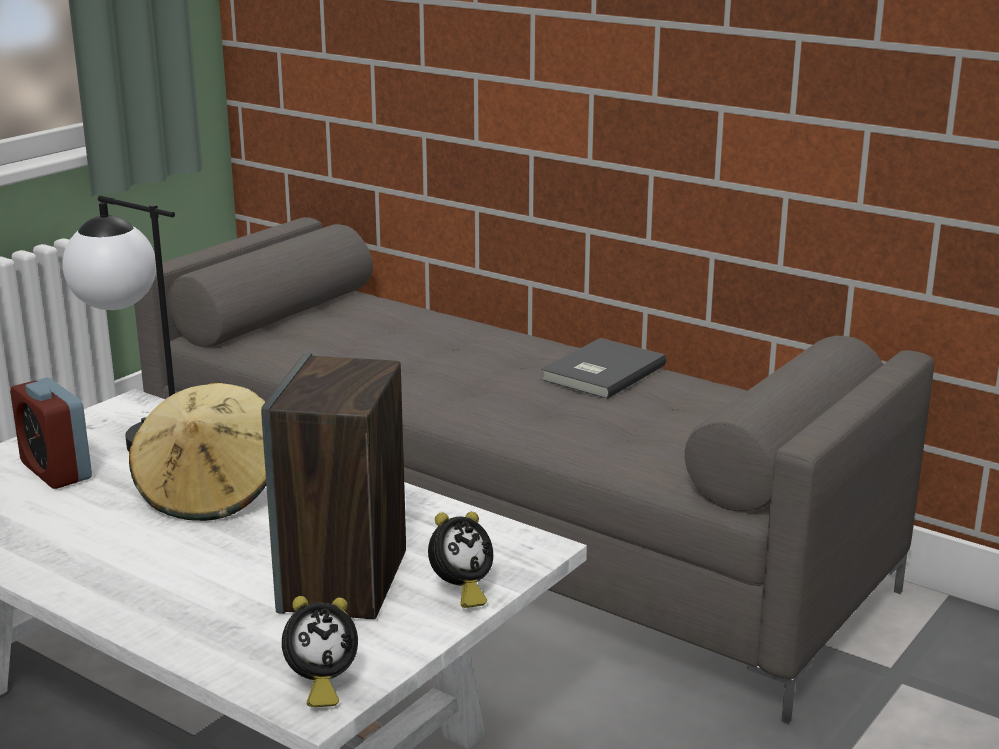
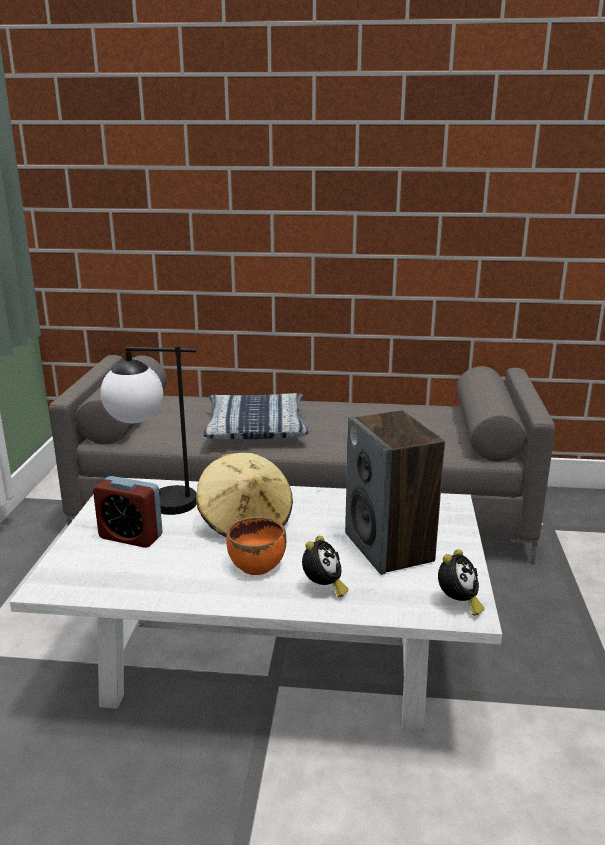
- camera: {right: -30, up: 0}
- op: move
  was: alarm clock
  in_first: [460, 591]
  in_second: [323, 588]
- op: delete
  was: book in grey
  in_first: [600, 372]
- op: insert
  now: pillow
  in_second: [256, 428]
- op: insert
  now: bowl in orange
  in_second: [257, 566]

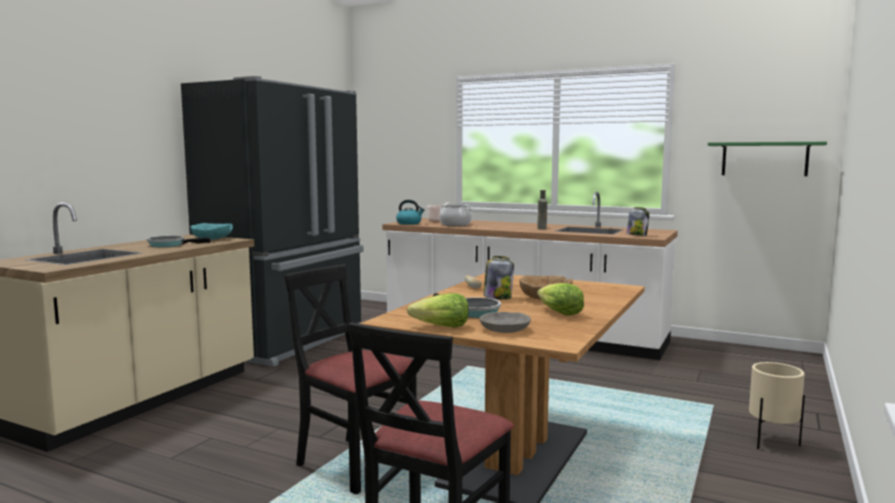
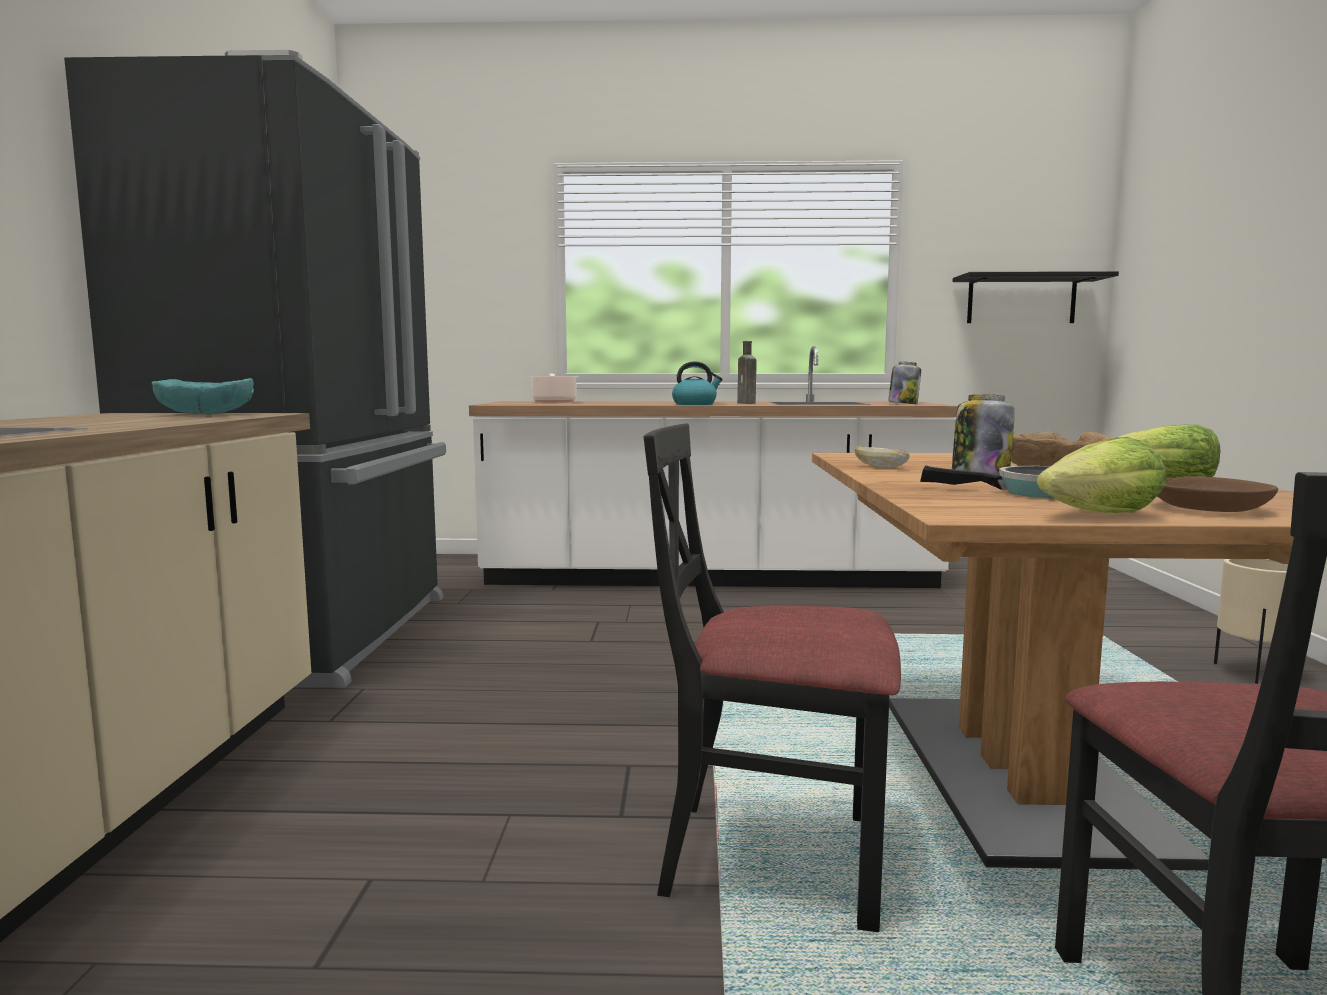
- camera: {right: -25, up: 0}
- op: delete
  was: frying pan
  in_first: [170, 245]
- op: move
  was: kettle
  in_first: [409, 223]
  in_second: [695, 404]
- op: delete
  was: cooking pot
  in_first: [455, 224]
- op: recolor
  was: bowl in grey
  now: bowl in brown
  in_first: [505, 329]
  in_second: [1207, 508]
- op: recolor
  was: shelf in green
  now: shelf in black
  in_first: [764, 159]
  in_second: [1021, 300]

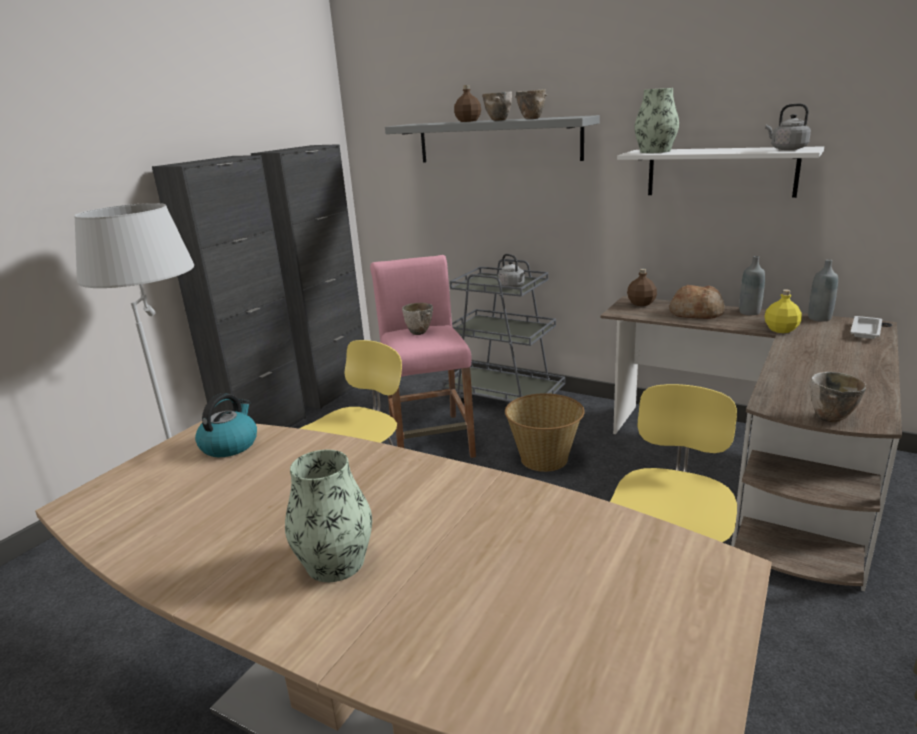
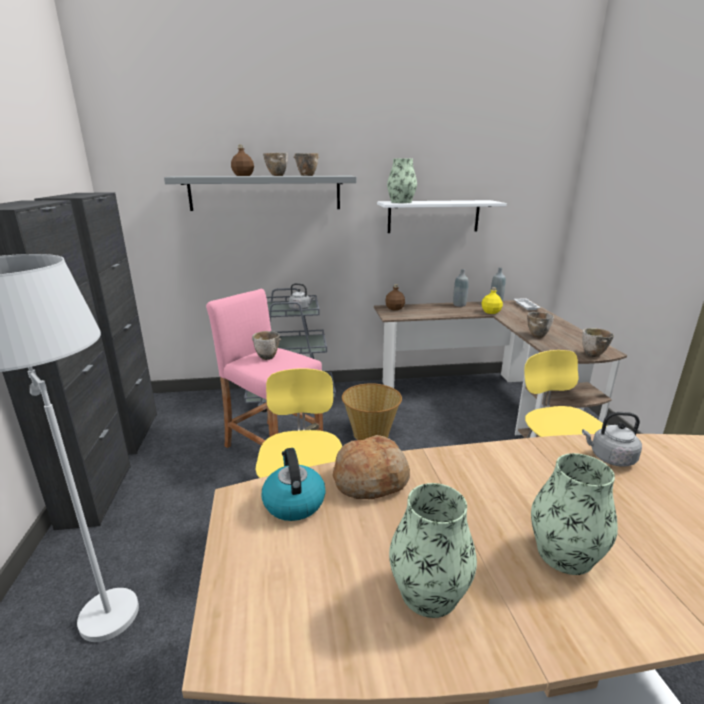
- camera: {right: -40, up: 0}
- op: move
  was: bread
  in_first: [696, 313]
  in_second: [371, 479]
- op: move
  was: kettle in grey
  in_first: [786, 149]
  in_second: [610, 458]
- op: insert
  now: vase
  in_second: [428, 591]
- op: insert
  now: bowl
  in_second: [537, 335]

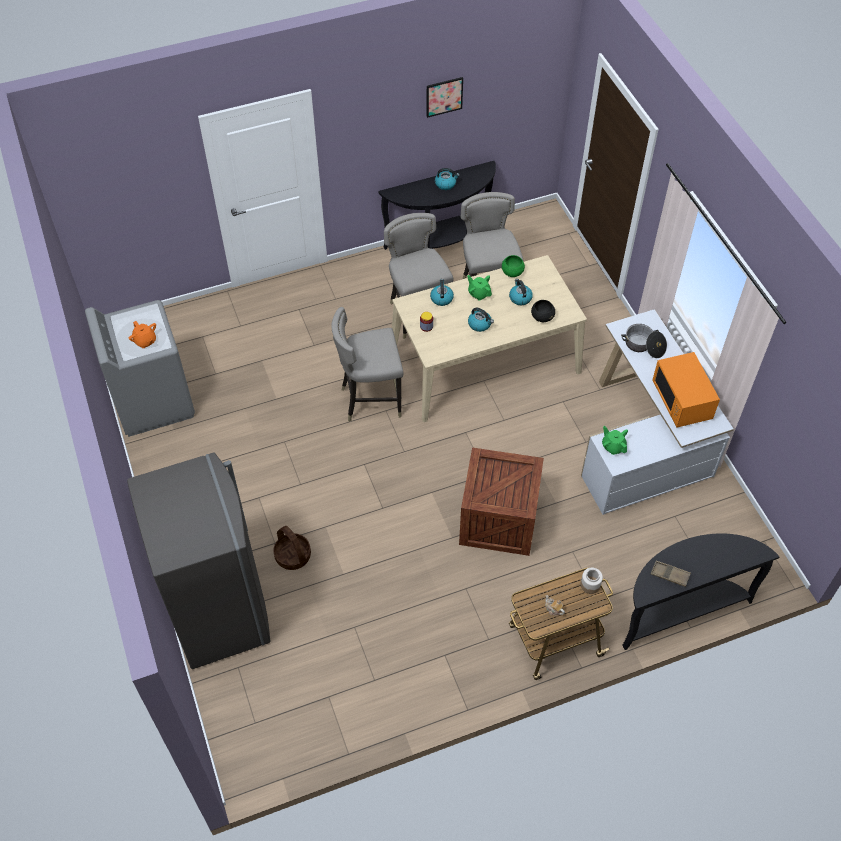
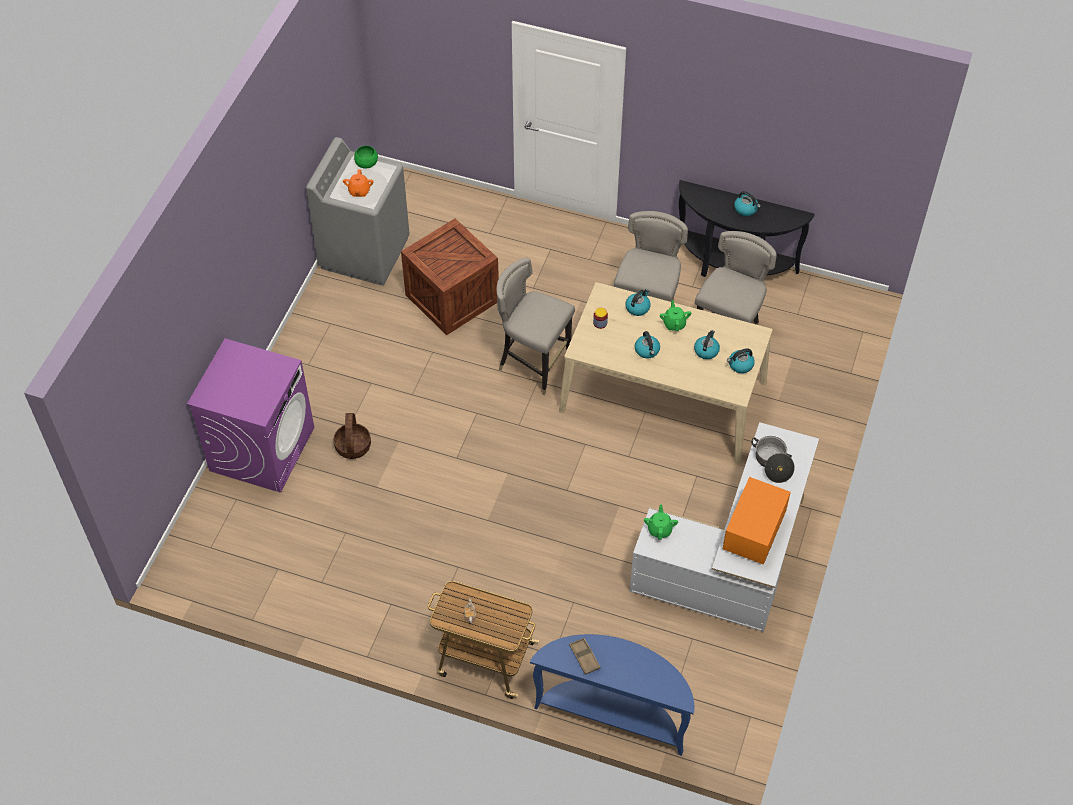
- camera: {right: 40, up: 0}
- op: replace
  was: fridge in grey
  now: washing machine in purple
  in_first: [219, 611]
  in_second: [262, 448]
- op: delete
  was: picture
  in_first: [444, 96]
- op: move
  was: crate
  in_first: [499, 521]
  in_second: [452, 299]
- op: move
  was: bowl in green
  in_first: [512, 272]
  in_second: [366, 164]
- op: delete
  was: bowl in black
  in_first: [542, 317]
- op: delete
  was: jar
  in_first: [590, 584]
- op: recolor
  was: console table in black
  now: console table in blue
  in_first: [679, 609]
  in_second: [613, 713]
- op: insert
  now: kettle
  in_second: [740, 365]

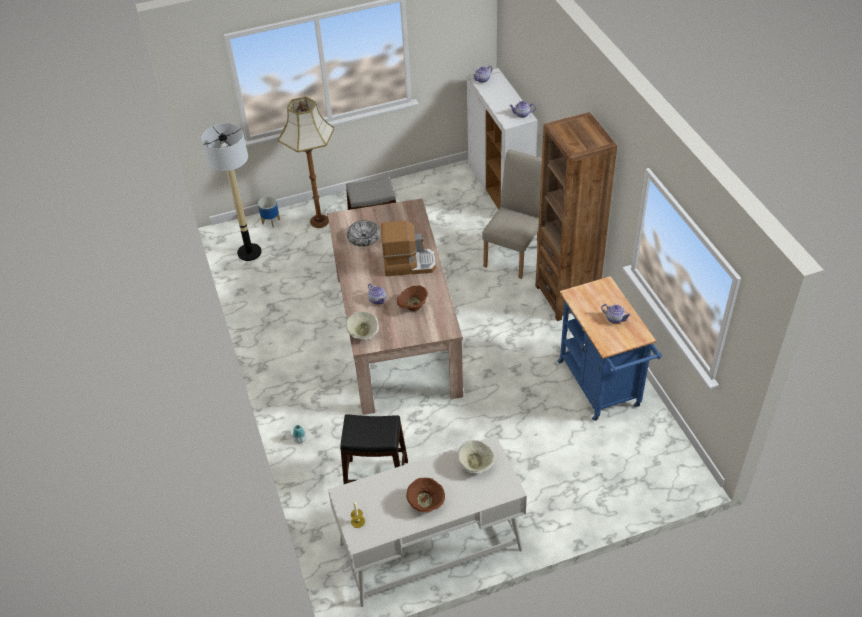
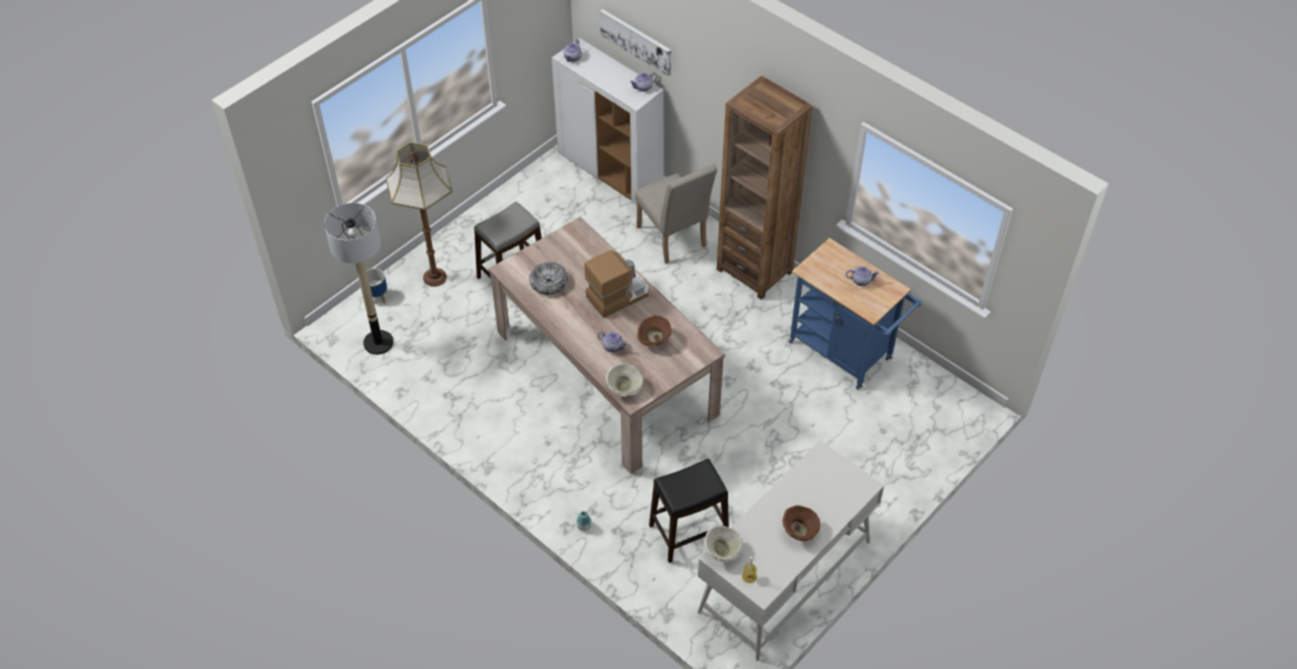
- camera: {right: -30, up: 5}
- op: move
  was: bowl in beige
  in_first: [476, 465]
  in_second: [722, 551]
- op: rotate
  was: chair in beige
  in_first: [515, 253]
  in_second: [673, 240]
  clockwise: 150
- op: insert
  now: picture
  in_second: [636, 41]

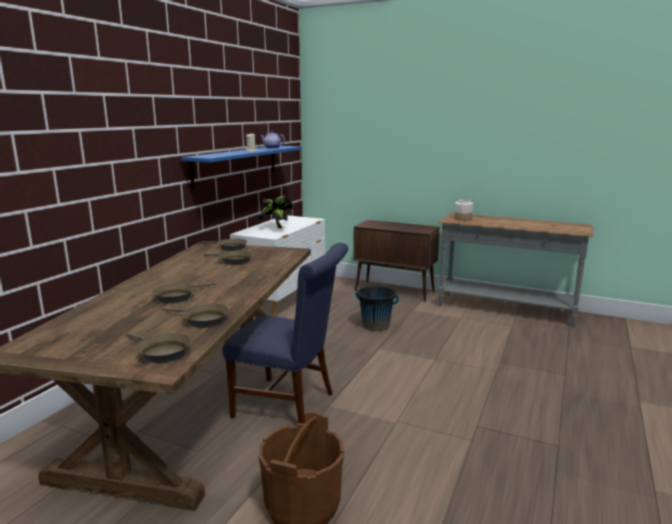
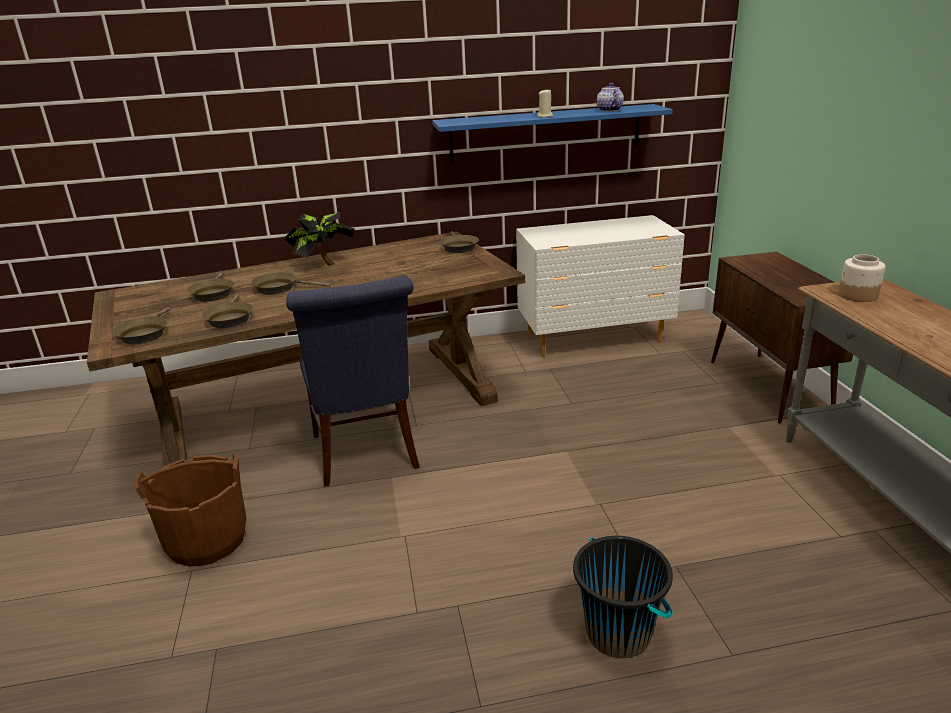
- camera: {right: 55, up: 10}
- op: move
  was: frying pan in brown
  in_first: [233, 261]
  in_second: [213, 293]
- op: move
  was: potted plant
  in_first: [277, 228]
  in_second: [322, 265]
- op: move
  was: bucket in black
  in_first: [376, 325]
  in_second: [618, 633]

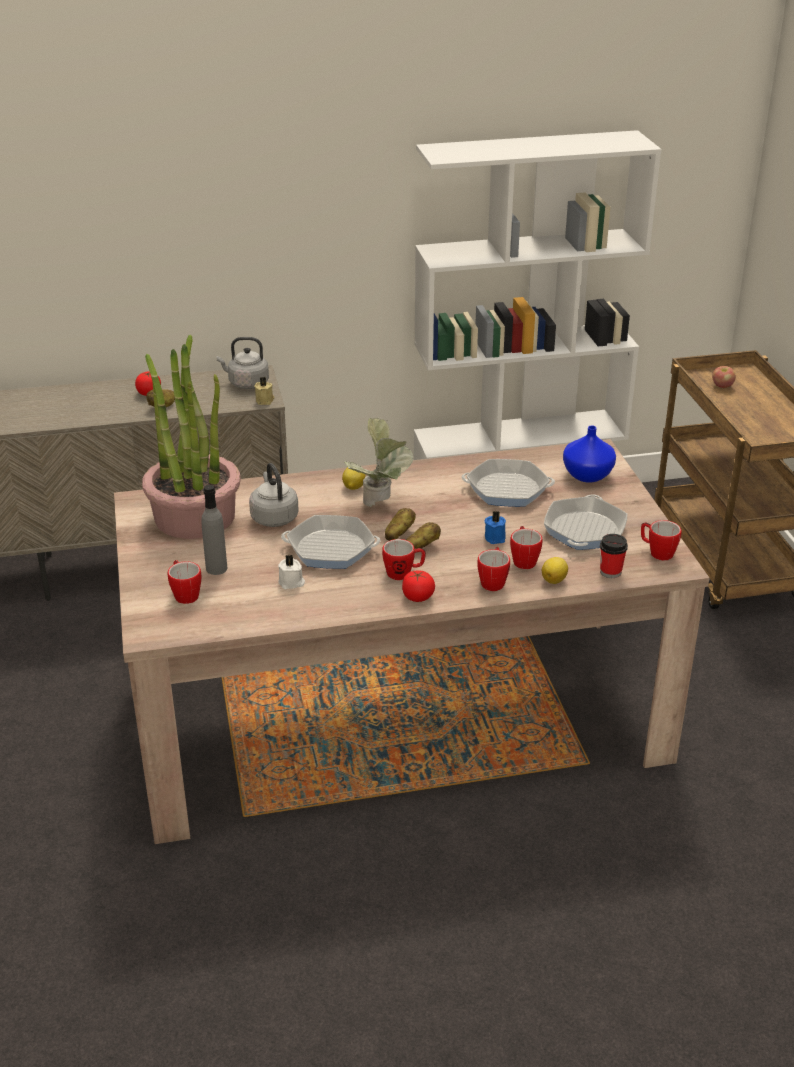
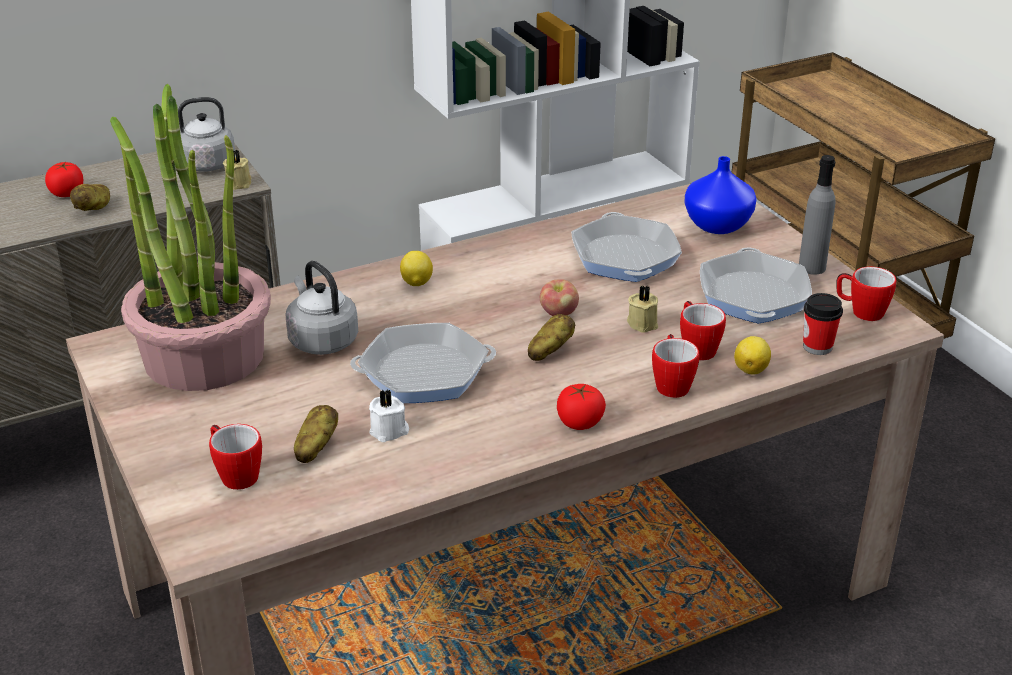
- camera: {right: -15, up: 0}
- op: move
  was: bottle in grey
  in_first: [216, 568]
  in_second: [812, 267]
- op: delete
  was: potted plant
  in_first: [381, 505]
- op: delete
  was: mug
  in_first: [403, 573]
- op: move
  was: potato
  in_first: [399, 534]
  in_second: [315, 448]
- op: rotate
  was: frying pan
  in_first: [507, 489]
  in_second: [625, 257]
  clockwise: 90
- op: recolor
  was: candle in blue
  now: candle in beige
  in_first: [495, 537]
  in_second: [643, 323]
- op: move
  was: apple
  in_first: [722, 386]
  in_second: [559, 313]

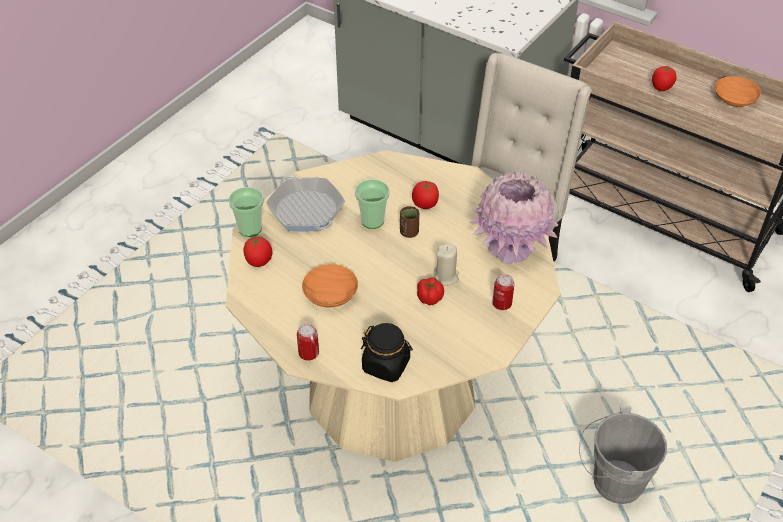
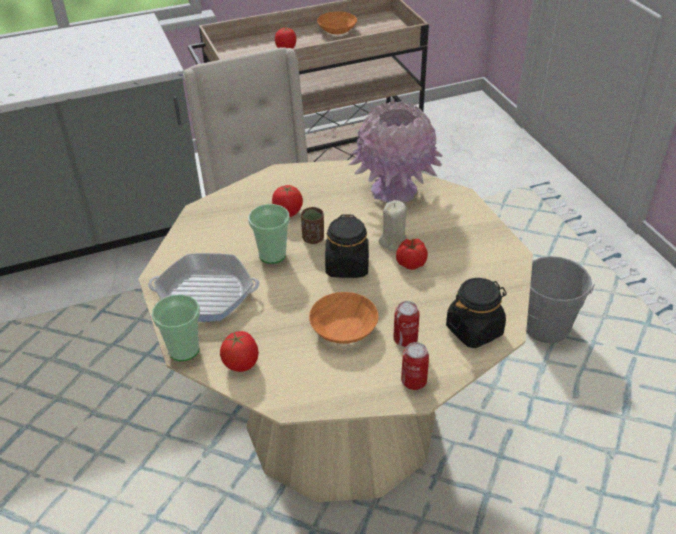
- camera: {right: -55, up: -5}
- op: move
  was: can
  in_first: [502, 304]
  in_second: [405, 339]
- op: insert
  now: jar in black
  in_second: [347, 266]

